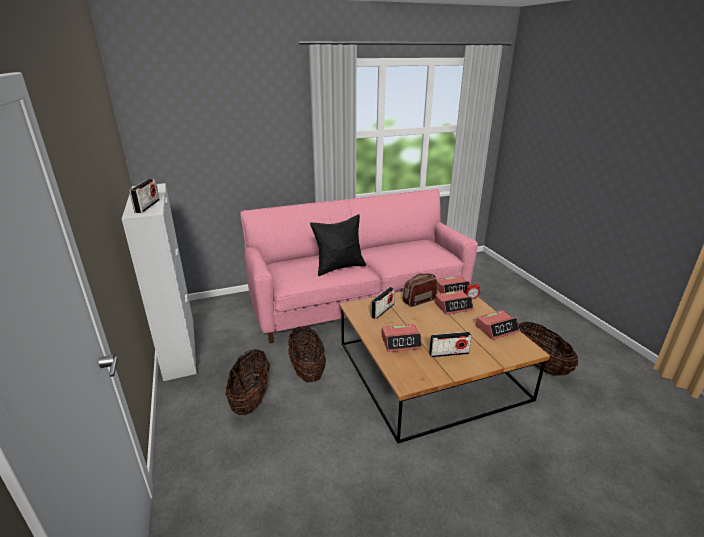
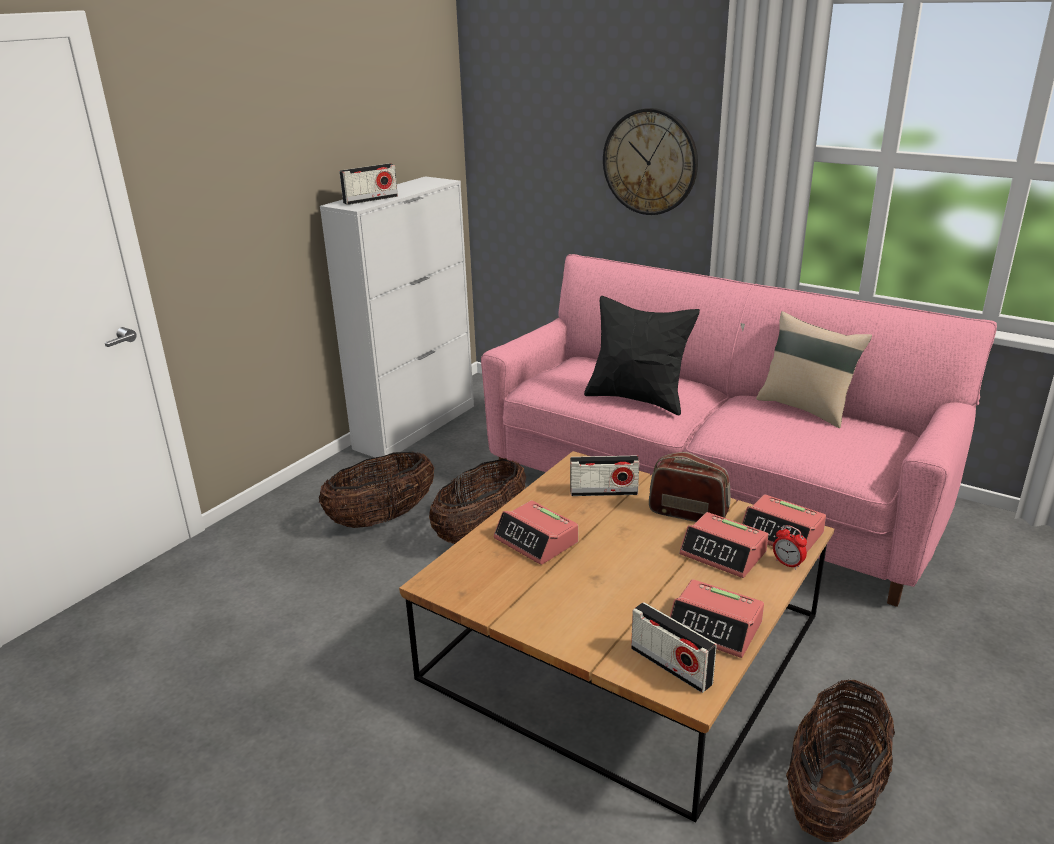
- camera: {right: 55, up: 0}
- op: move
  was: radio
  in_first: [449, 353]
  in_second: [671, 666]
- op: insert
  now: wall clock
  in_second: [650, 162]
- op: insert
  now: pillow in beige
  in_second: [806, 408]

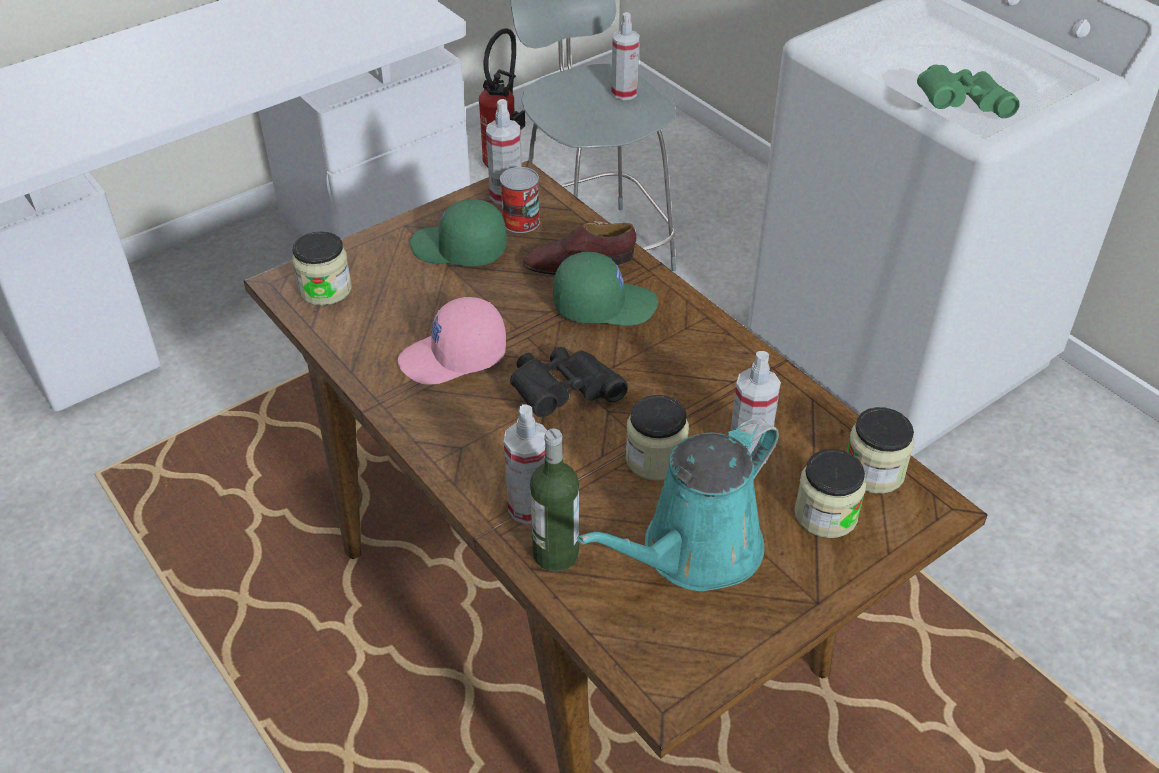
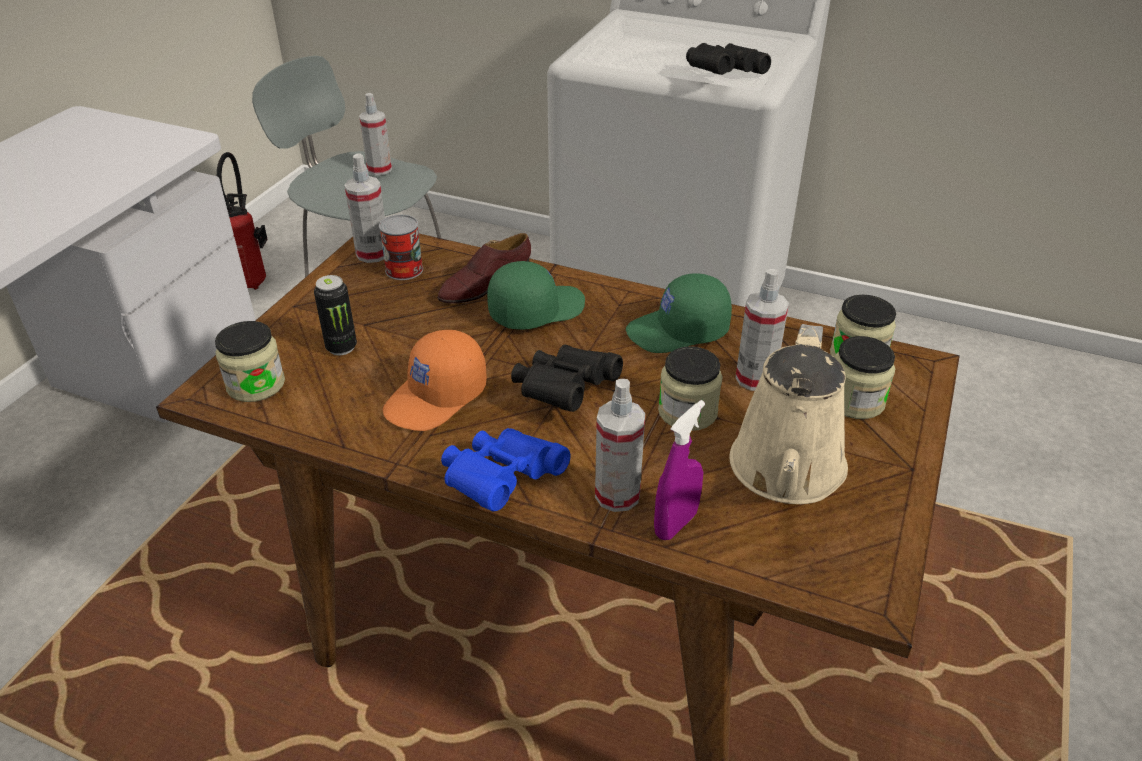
- camera: {right: -30, up: -5}
- op: recolor
  was: cap in pink
  now: cap in orange
  in_first: [454, 358]
  in_second: [437, 398]
- op: move
  was: cap in green
  in_first: [458, 249]
  in_second: [678, 332]
- op: replace
  was: bottle
  now: spray bottle in purple
  in_first: [555, 554]
  in_second: [675, 524]
- op: recolor
  was: watering can in turquoise
  now: watering can in beige
  in_first: [694, 552]
  in_second: [786, 472]
- op: recolor
  was: binoculars in green
  now: binoculars in black
  in_first: [959, 106]
  in_second: [722, 75]
- op: insert
  now: can
  in_second: [341, 347]
- op: insert
  now: binoculars in blue
  in_second: [501, 481]

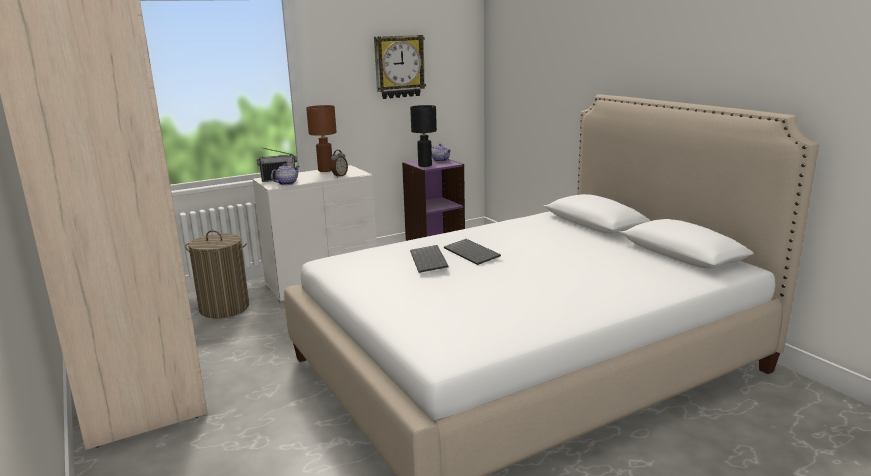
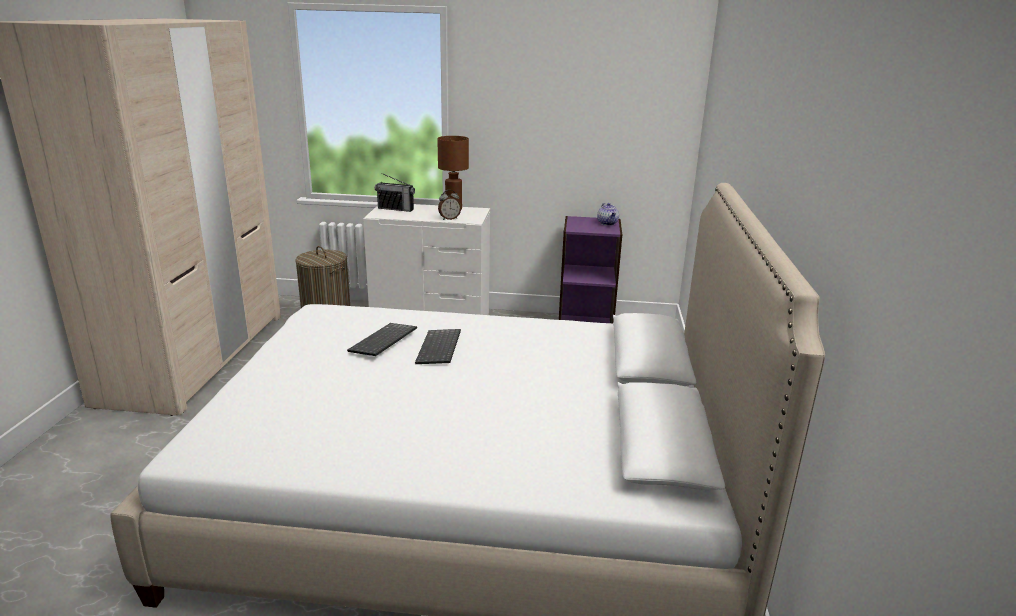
- camera: {right: 35, up: 5}
- op: delete
  was: teapot
  in_first: [286, 183]
- op: delete
  was: wall clock
  in_first: [399, 66]
- op: delete
  was: table lamp in black
  in_first: [425, 165]

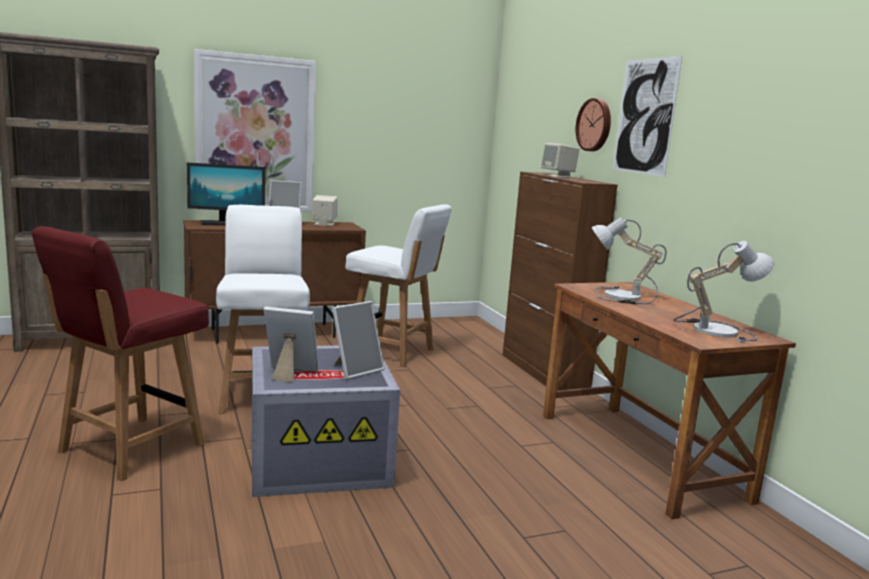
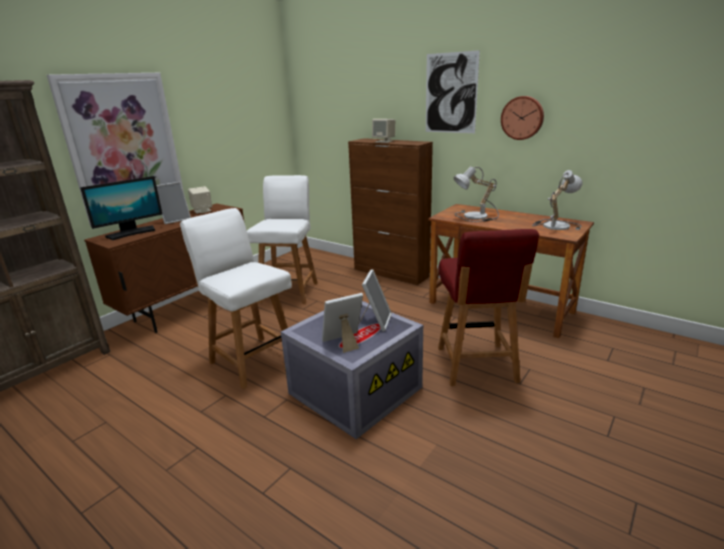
- camera: {right: -30, up: 10}
- op: move
  was: chair in red
  in_first: [129, 449]
  in_second: [476, 365]
- op: rotate
  was: chair in white
  in_first: [392, 352]
  in_second: [289, 291]
  clockwise: -75
- op: move
  was: wall clock
  in_first: [595, 125]
  in_second: [522, 118]

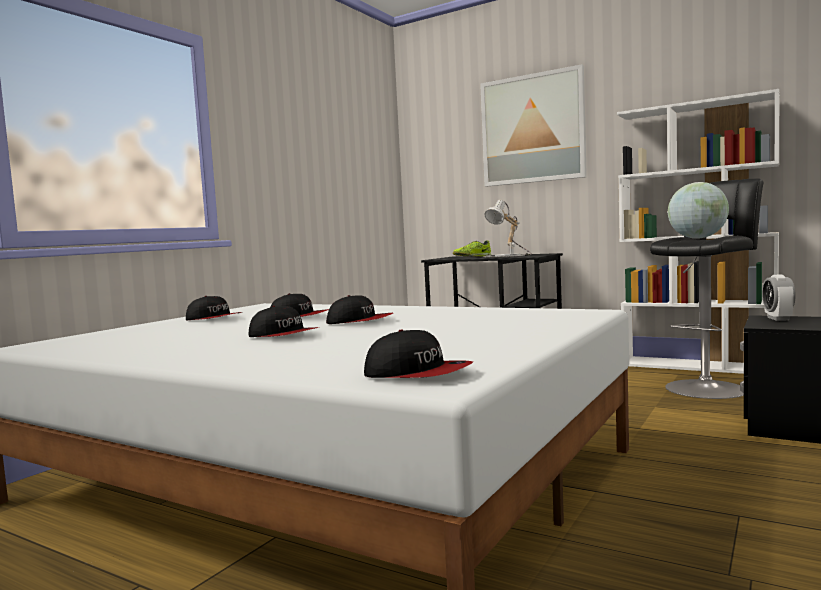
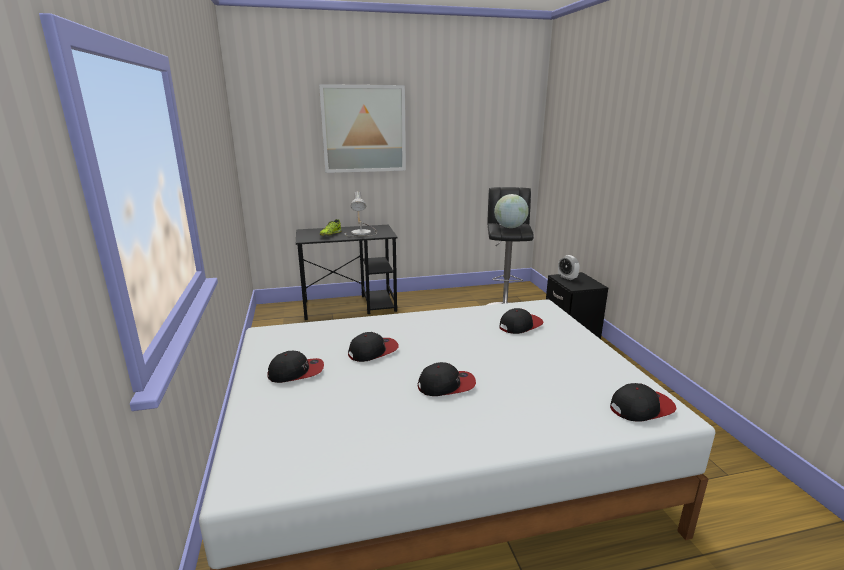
- camera: {right: -45, up: 15}
- op: move
  was: cap
  in_first: [360, 321]
  in_second: [520, 325]
- op: delete
  was: bookcase in white
  in_first: [698, 366]

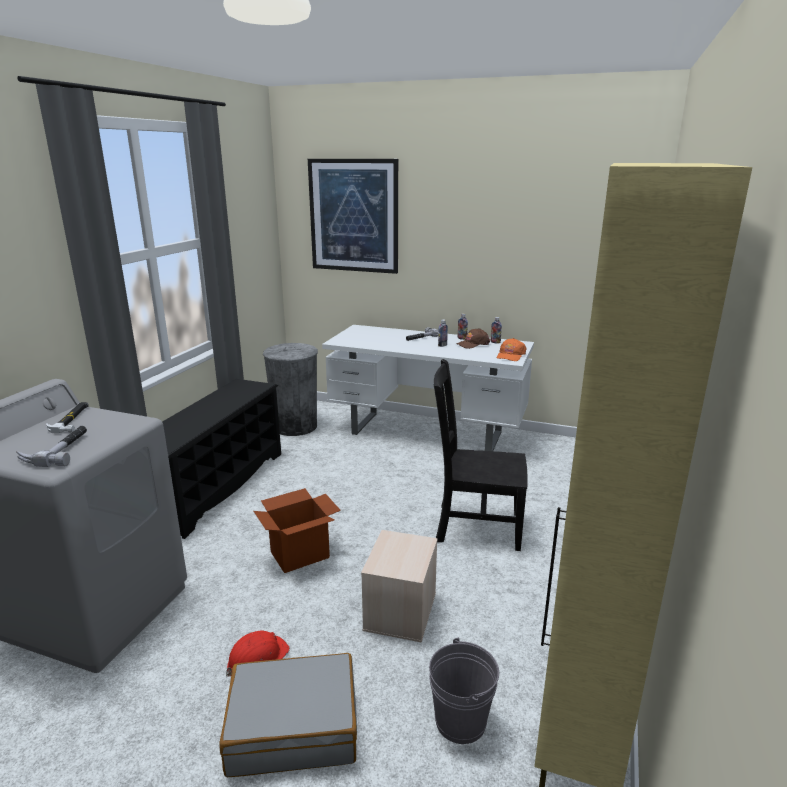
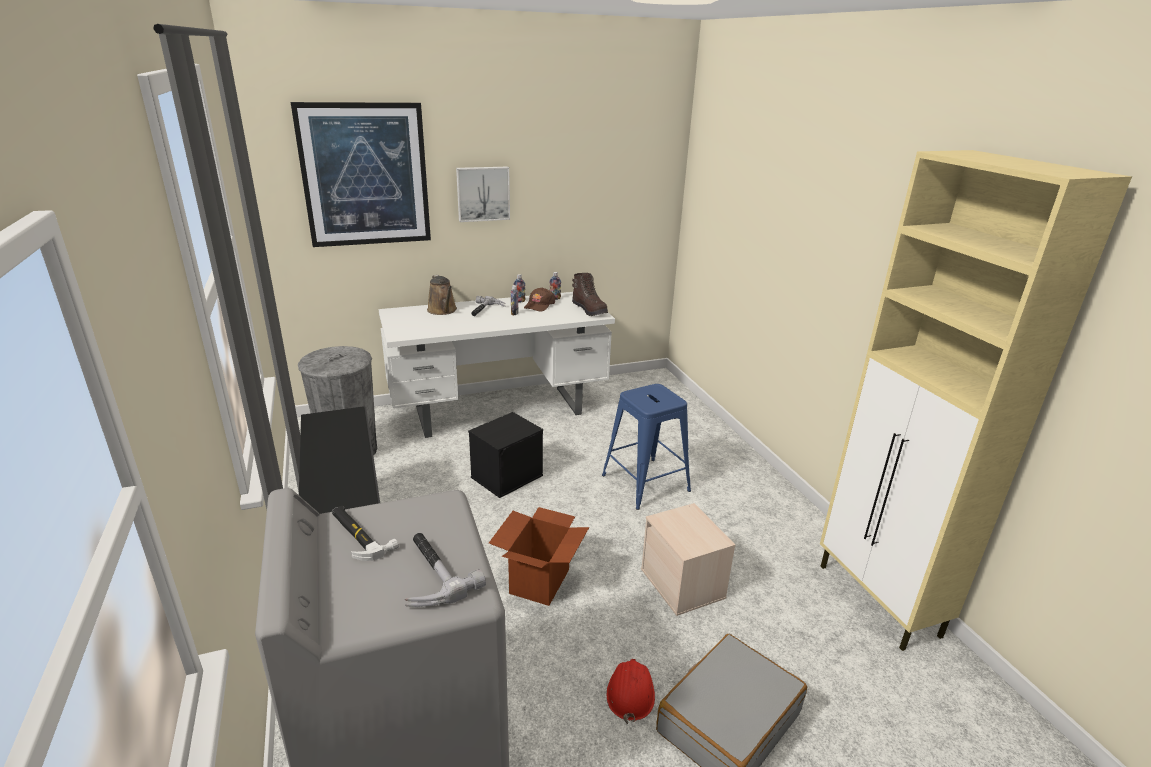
- camera: {right: -40, up: 5}
- op: delete
  was: bucket in grey
  in_first: [460, 721]
- op: replace
  was: chair in black
  now: stool in blue
  in_first: [475, 526]
  in_second: [645, 483]
- op: replace
  was: cap in orange
  now: boot in brown
  in_first: [510, 355]
  in_second: [590, 310]
- op: insert
  now: watering can in brown
  in_second: [443, 310]
- op: insert
  now: picture
  in_second: [483, 193]
- op: insert
  now: storage box in black
  in_second: [507, 476]

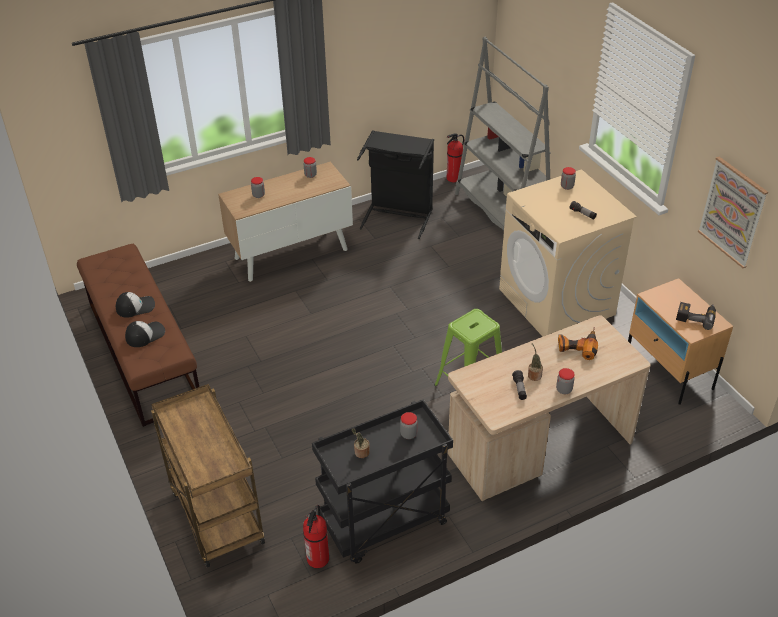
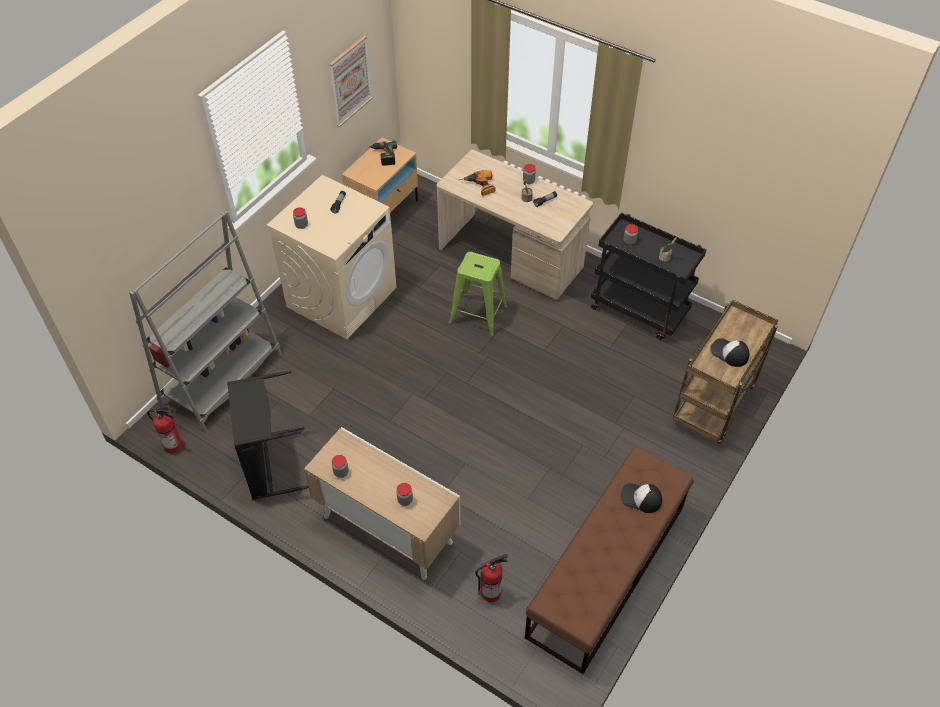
- camera: {right: -120, up: 10}
- op: move
  was: cap
  in_first: [135, 306]
  in_second: [729, 353]
- op: move
  was: fire extinguisher
  in_first: [318, 559]
  in_second: [491, 592]

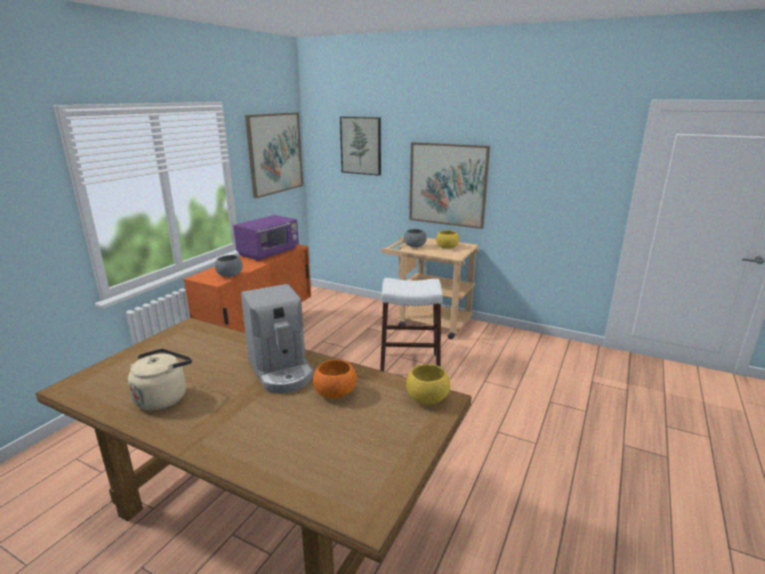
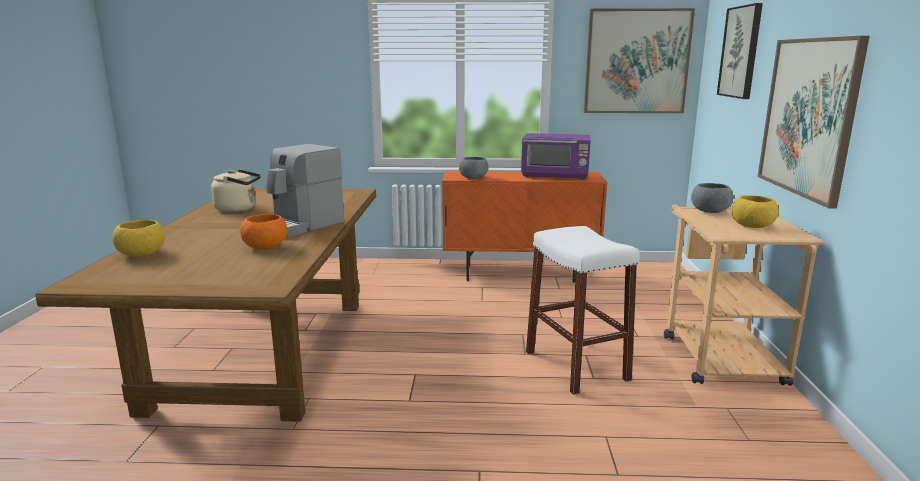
- camera: {right: 65, up: -5}
- op: move
  was: bowl in yellow
  in_first: [427, 398]
  in_second: [142, 254]

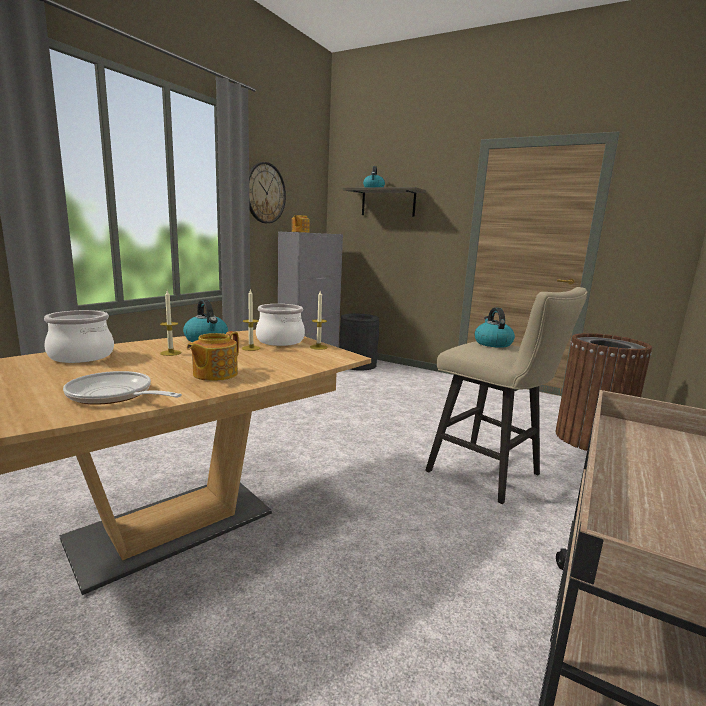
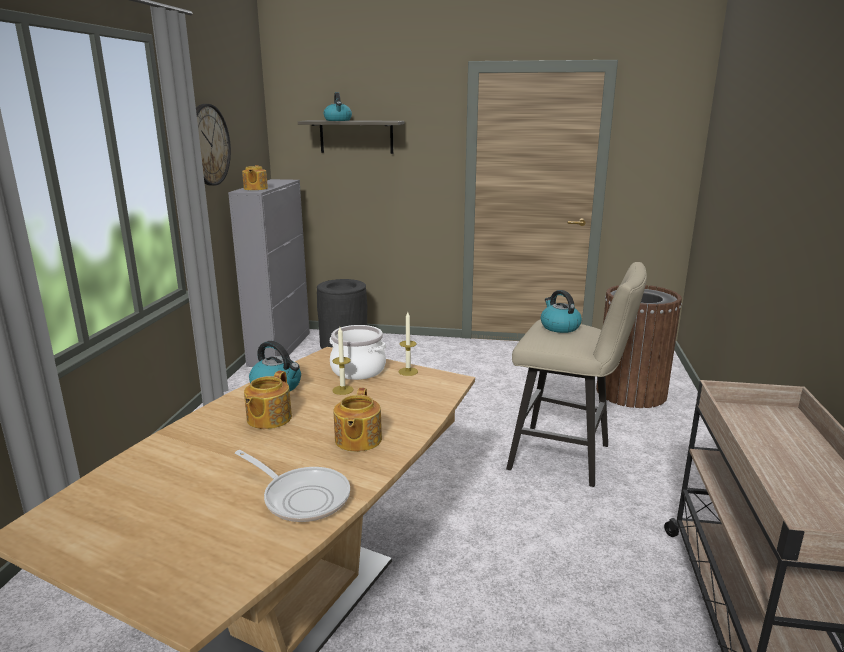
- camera: {right: -20, up: 5}
- op: delete
  was: cooking pot
  in_first: [81, 356]
- op: rotate
  was: frying pan
  in_first: [114, 395]
  in_second: [302, 497]
  clockwise: -150
- op: replace
  was: candle
  now: teapot
  in_first: [170, 353]
  in_second: [268, 419]

